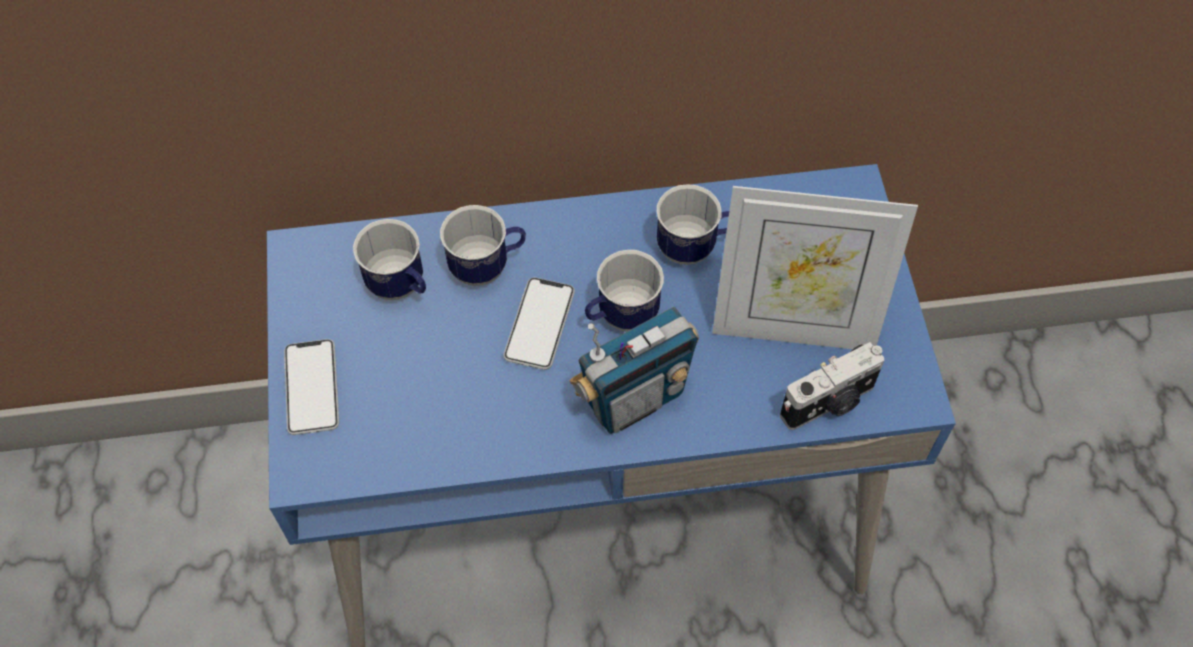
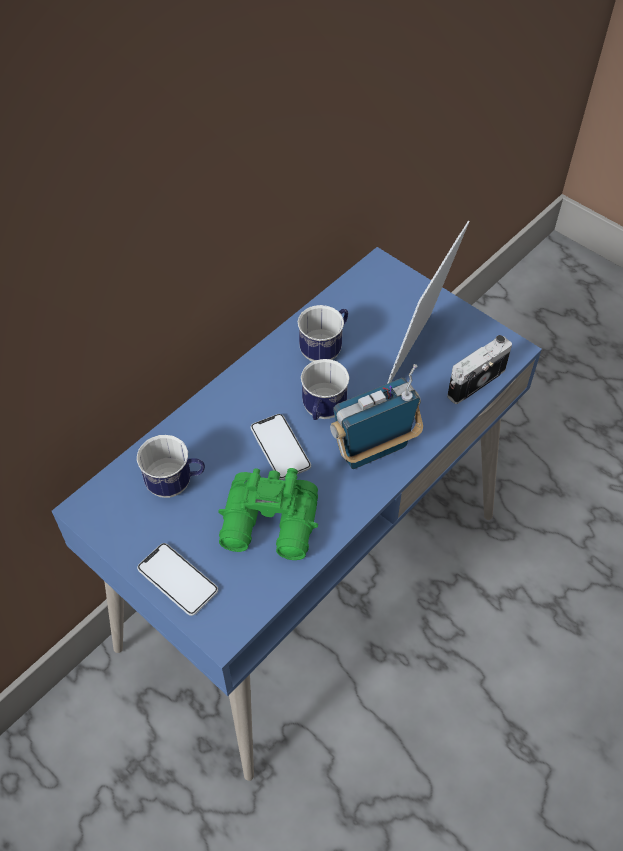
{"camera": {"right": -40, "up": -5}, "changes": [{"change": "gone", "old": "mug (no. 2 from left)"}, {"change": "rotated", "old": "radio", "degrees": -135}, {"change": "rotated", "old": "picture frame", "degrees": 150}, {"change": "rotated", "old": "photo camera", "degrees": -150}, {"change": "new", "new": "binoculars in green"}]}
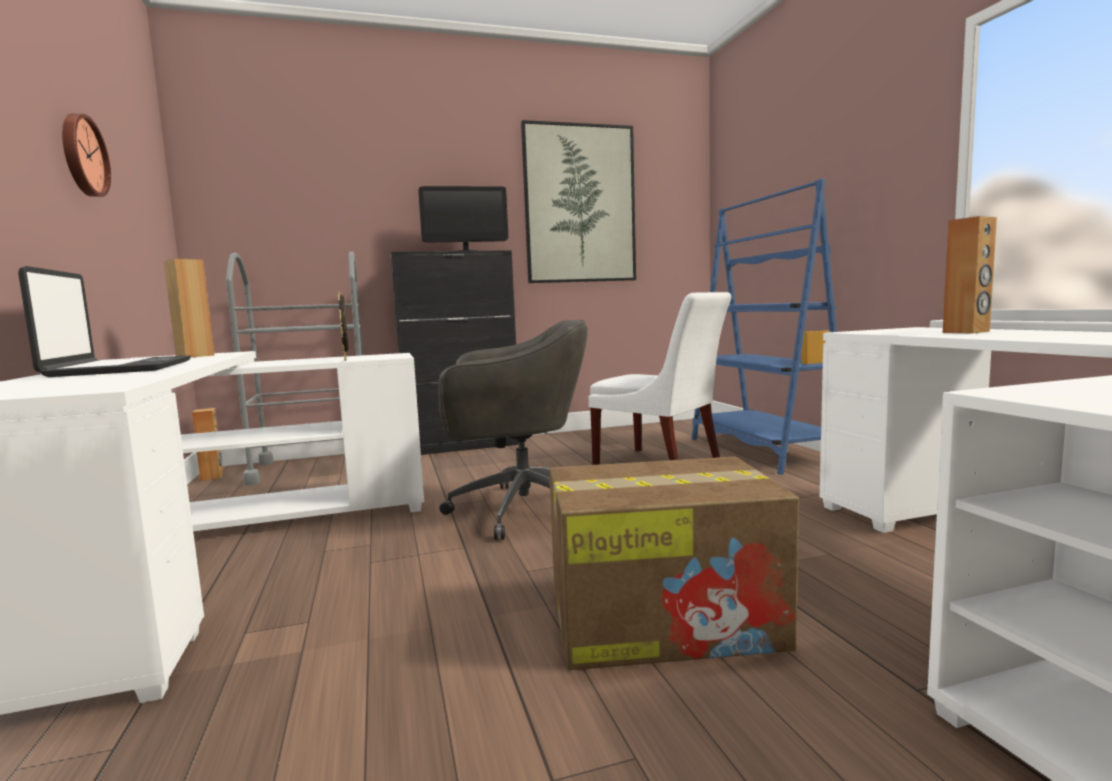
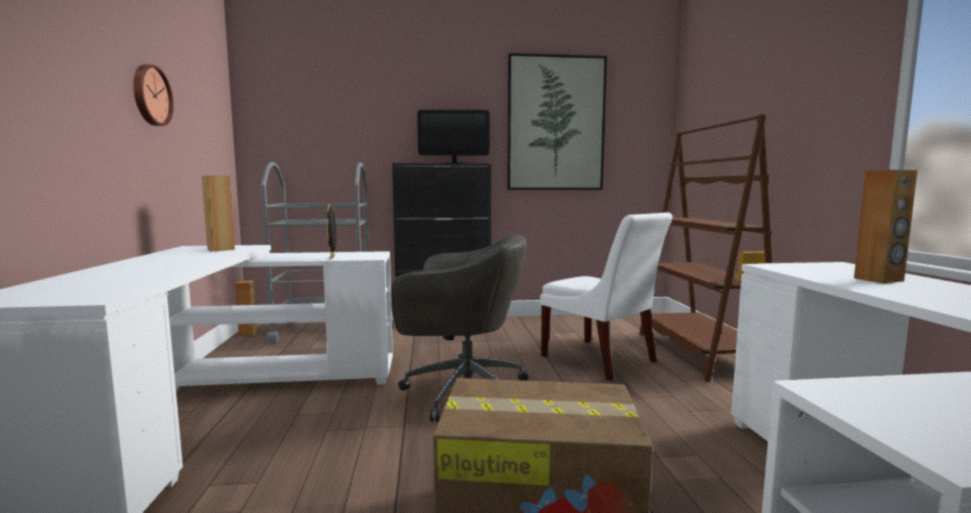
{"camera": {"right": 10, "up": 0}, "changes": [{"change": "gone", "old": "laptop"}, {"change": "repainted", "old": "bookcase in blue", "new": "bookcase in brown"}]}
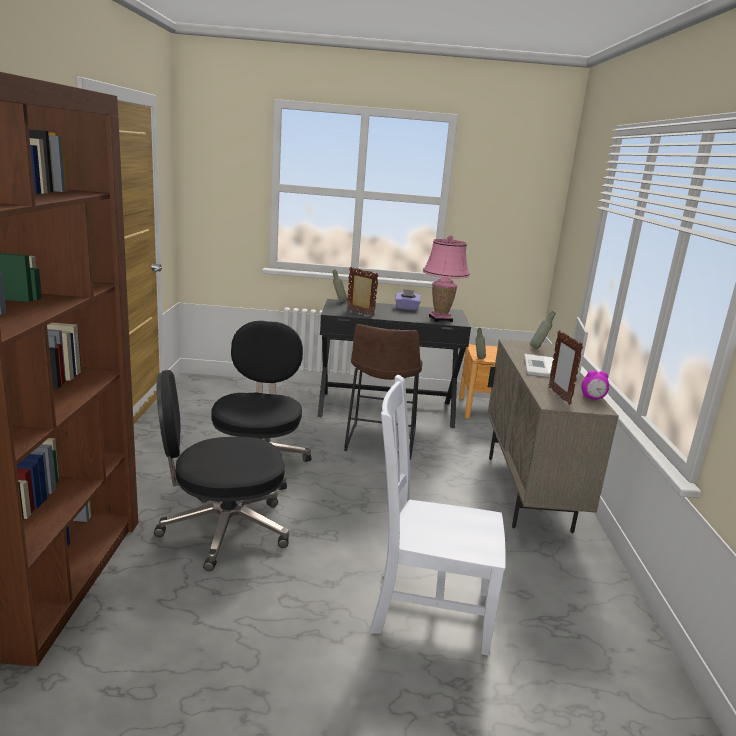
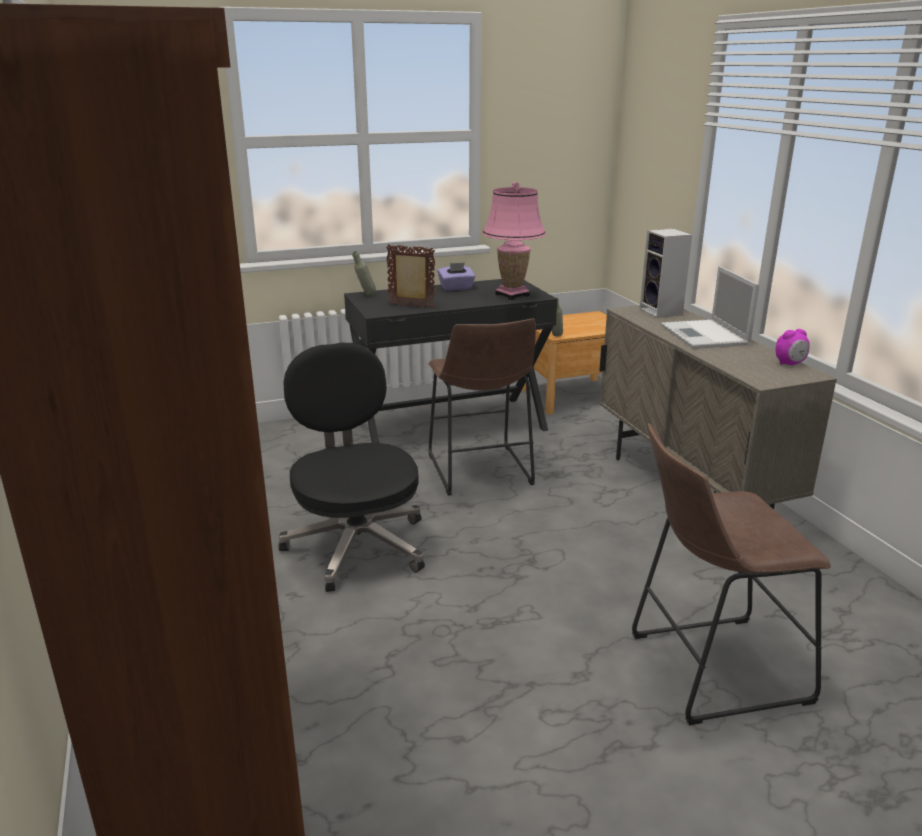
{"camera": {"right": -20, "up": 5}, "changes": [{"change": "gone", "old": "office chair in black (no. 1 from left)"}, {"change": "swapped", "old": "chair in white", "new": "stool in brown (no. 2 from left)"}, {"change": "swapped", "old": "bottle in grey (no. 3 from left)", "new": "speaker"}, {"change": "gone", "old": "picture frame (no. 2 from left)"}]}
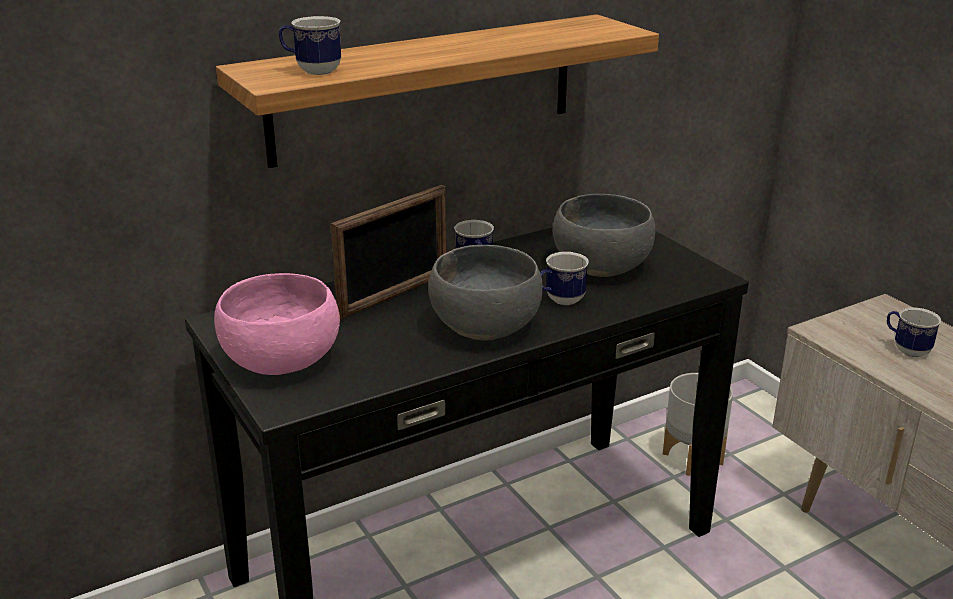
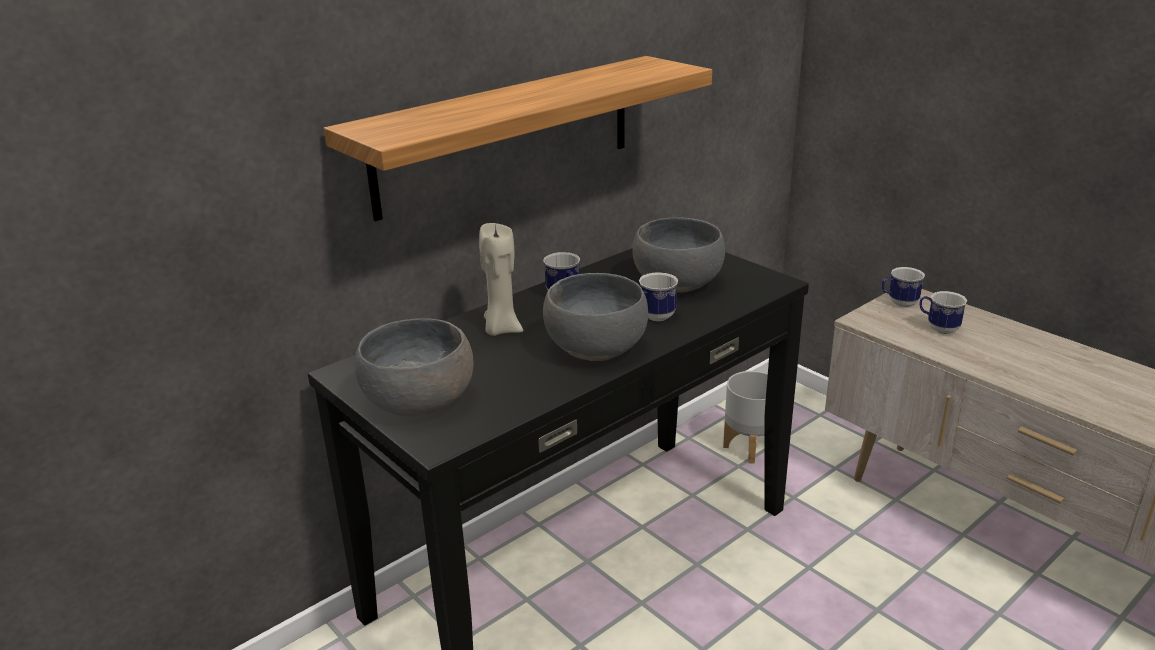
{"camera": {"right": -10, "up": 0}, "changes": [{"change": "repainted", "old": "bowl in pink", "new": "bowl in grey (no. 1 from left)"}, {"change": "shifted", "old": "mug (no. 1 from left in the first image)", "new": "mug (no. 3 from left)"}, {"change": "swapped", "old": "picture frame", "new": "candle in beige"}]}
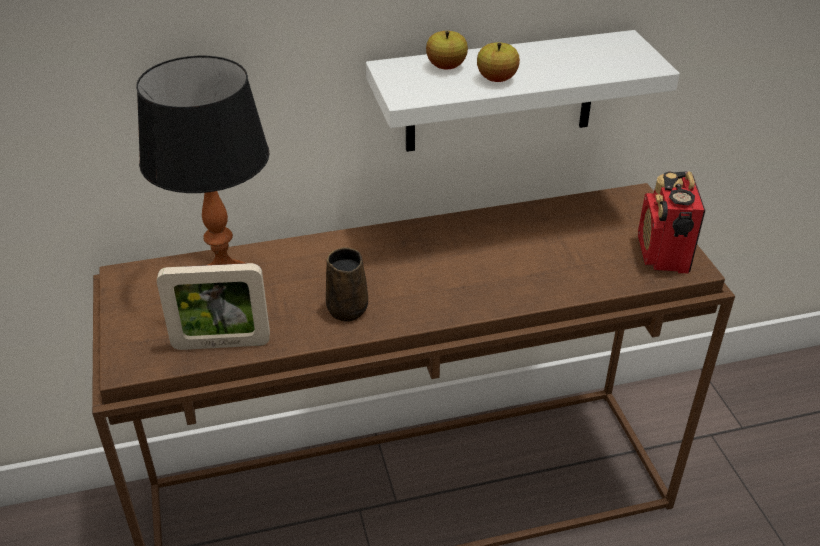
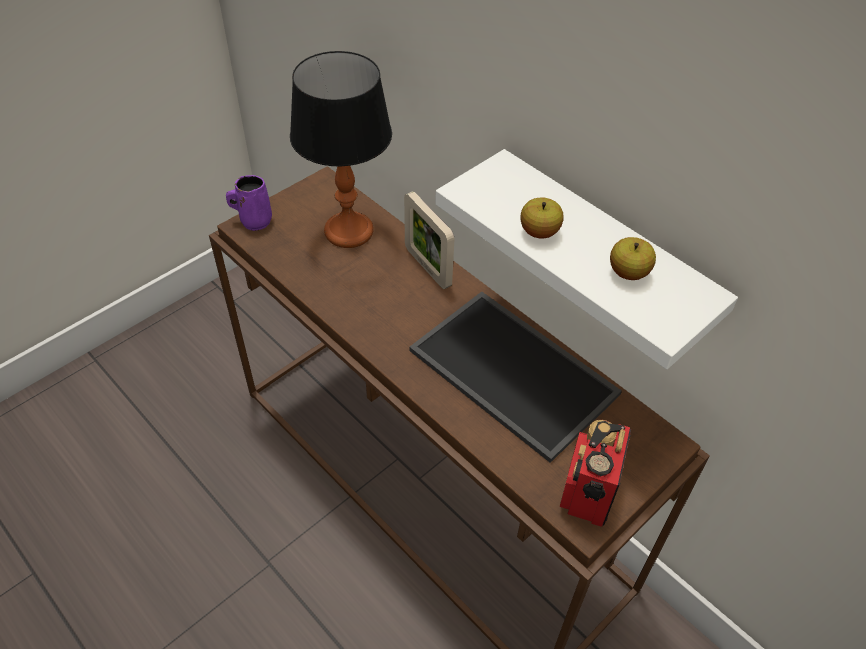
{"camera": {"right": 60, "up": 10}, "changes": [{"change": "shifted", "old": "picture frame"}, {"change": "gone", "old": "mug in brown"}, {"change": "shifted", "old": "apple (no. 1 from left in the first image)", "new": "apple (no. 2 from left)"}, {"change": "rotated", "old": "radio", "degrees": -45}, {"change": "new", "new": "mug in purple"}, {"change": "new", "new": "tray"}]}
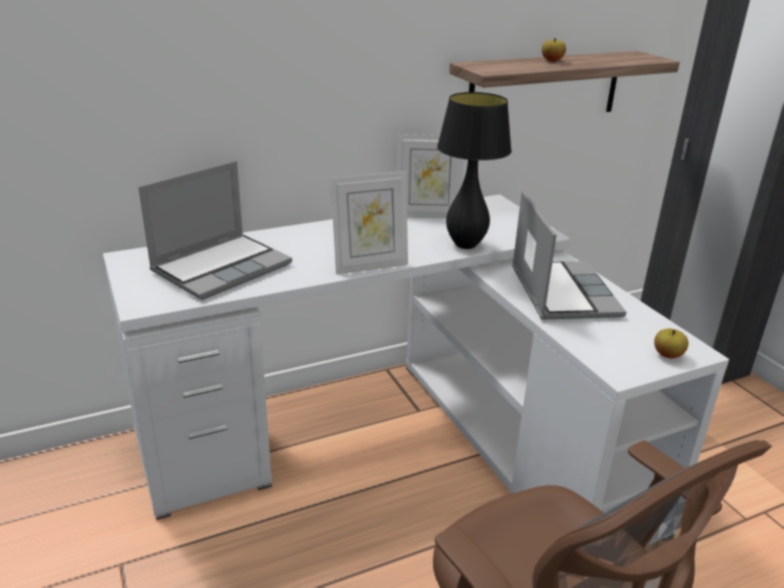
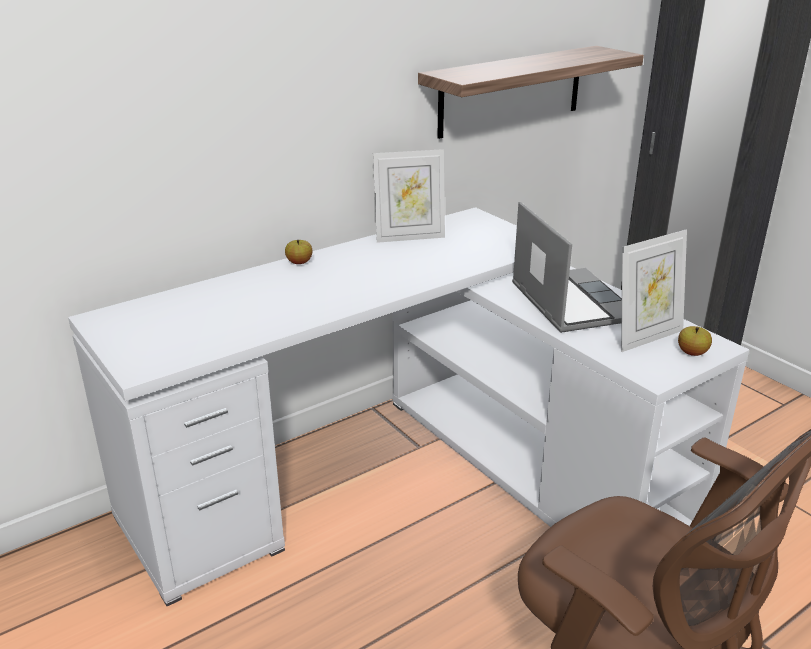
{"camera": {"right": -10, "up": 0}, "changes": [{"change": "gone", "old": "laptop (no. 1 from left)"}, {"change": "shifted", "old": "picture frame (no. 1 from left in the first image)", "new": "picture frame (no. 2 from left)"}, {"change": "gone", "old": "table lamp in black"}, {"change": "shifted", "old": "apple (no. 1 from left)"}]}
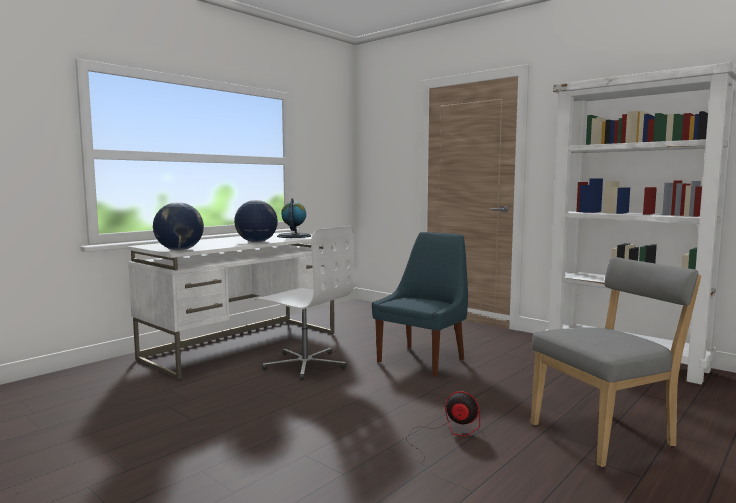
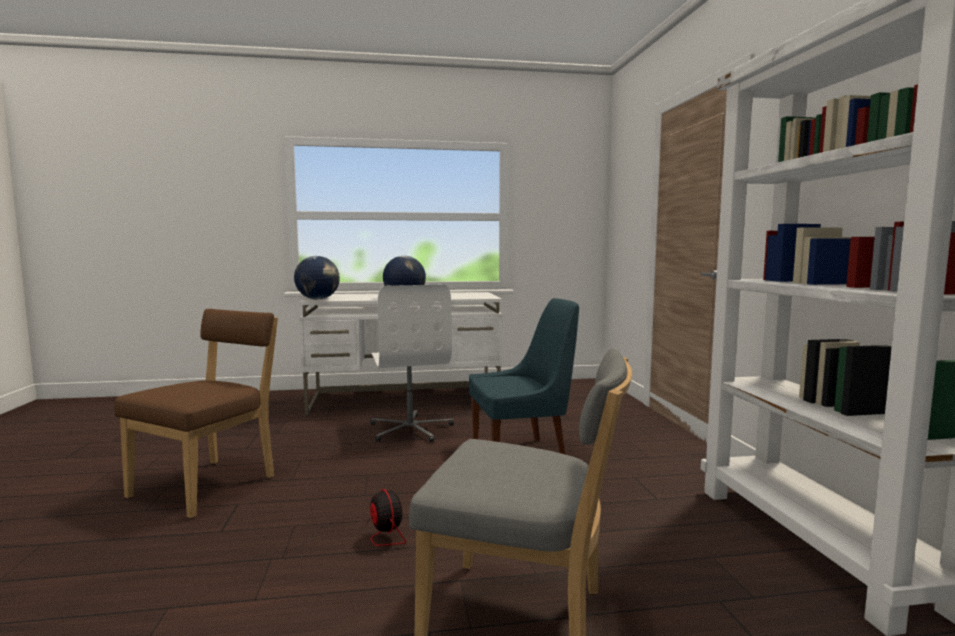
{"camera": {"right": 40, "up": 0}, "changes": [{"change": "gone", "old": "globe (no. 3 from left)"}, {"change": "new", "new": "chair in brown"}]}
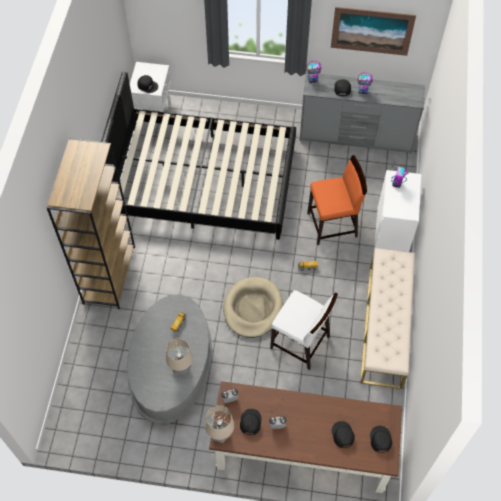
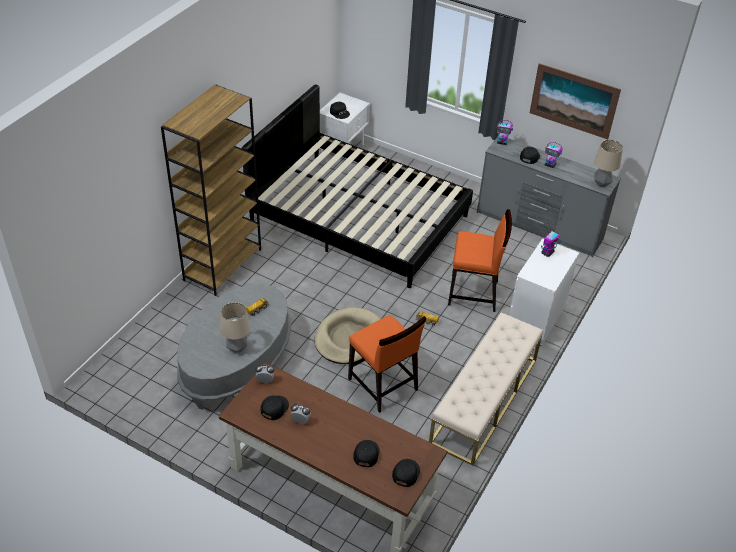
{"camera": {"right": 20, "up": -15}, "changes": [{"change": "shifted", "old": "table lamp (no. 2 from left)"}, {"change": "repainted", "old": "chair in white", "new": "chair in orange (no. 1 from left)"}]}
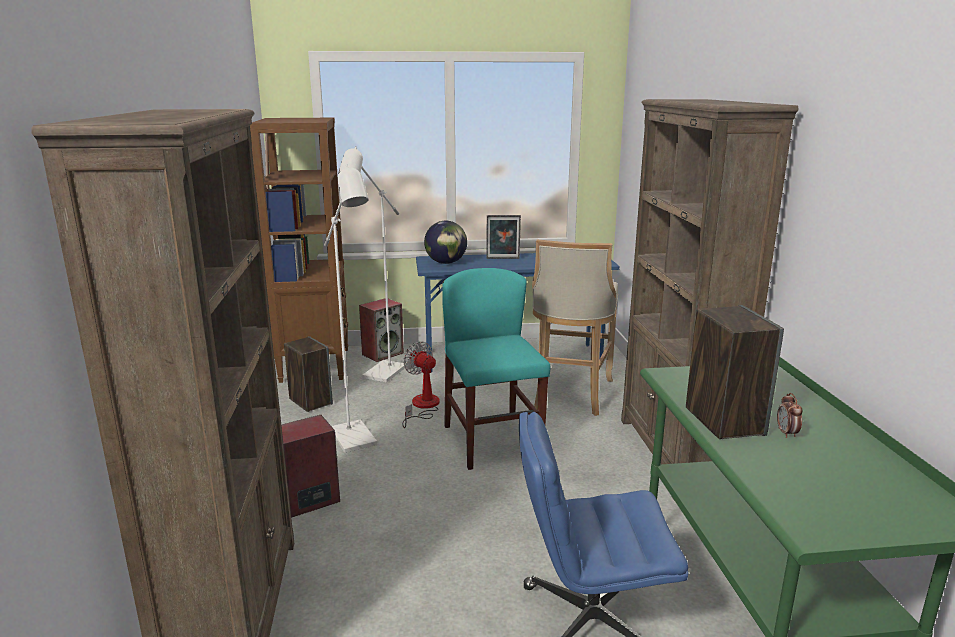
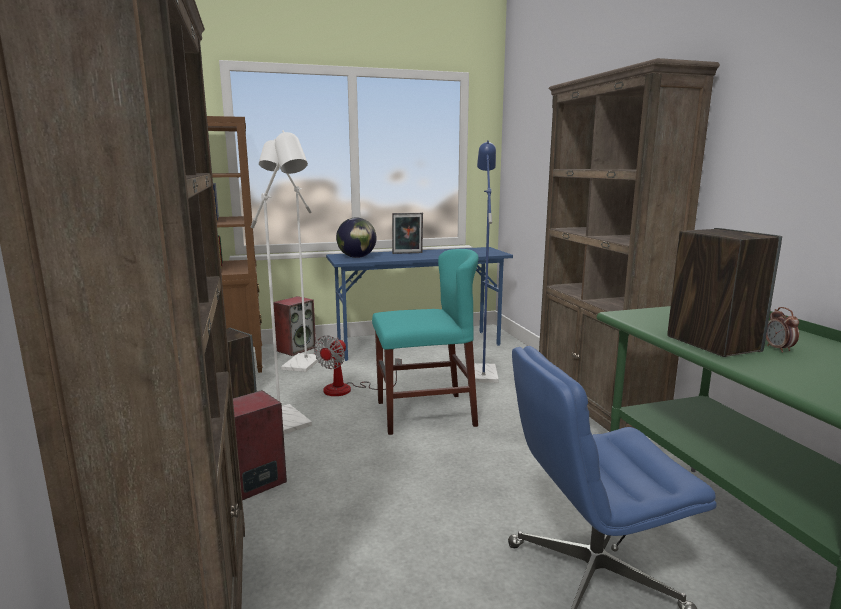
{"camera": {"right": -10, "up": -5}, "changes": [{"change": "rotated", "old": "fan", "degrees": -105}, {"change": "rotated", "old": "chair in turquoise", "degrees": 105}, {"change": "swapped", "old": "stool in beige", "new": "floor lamp in blue"}]}
